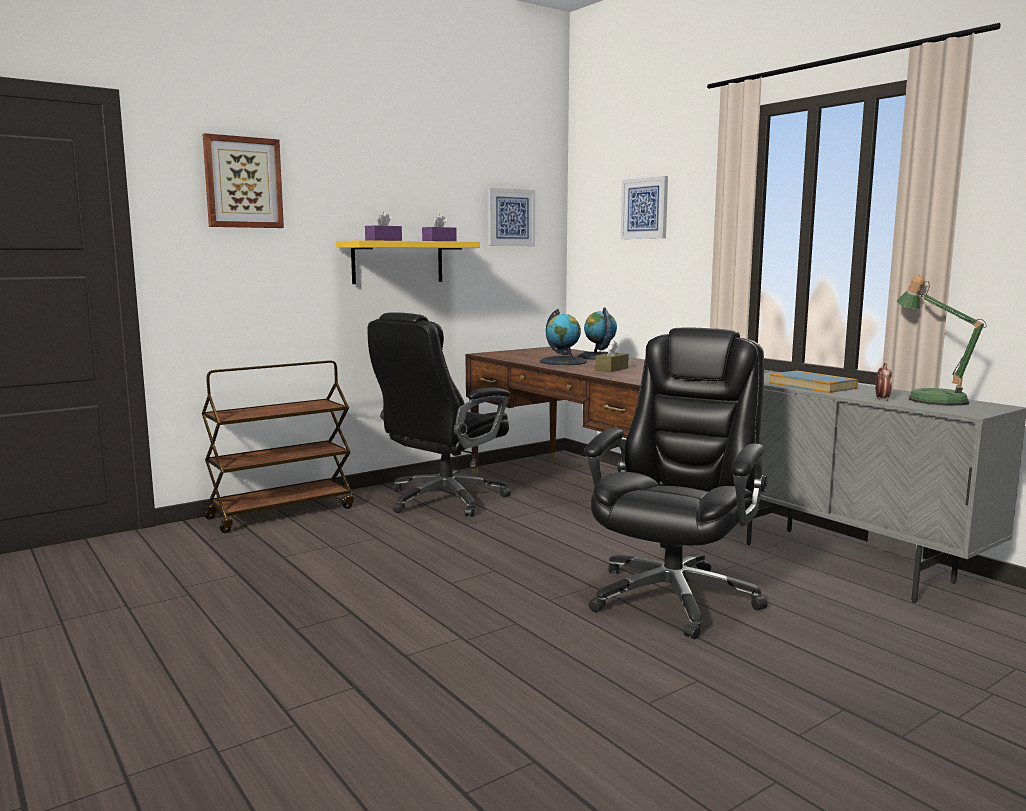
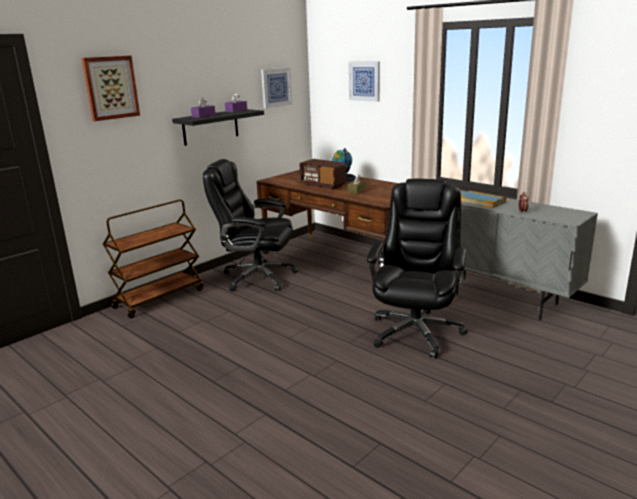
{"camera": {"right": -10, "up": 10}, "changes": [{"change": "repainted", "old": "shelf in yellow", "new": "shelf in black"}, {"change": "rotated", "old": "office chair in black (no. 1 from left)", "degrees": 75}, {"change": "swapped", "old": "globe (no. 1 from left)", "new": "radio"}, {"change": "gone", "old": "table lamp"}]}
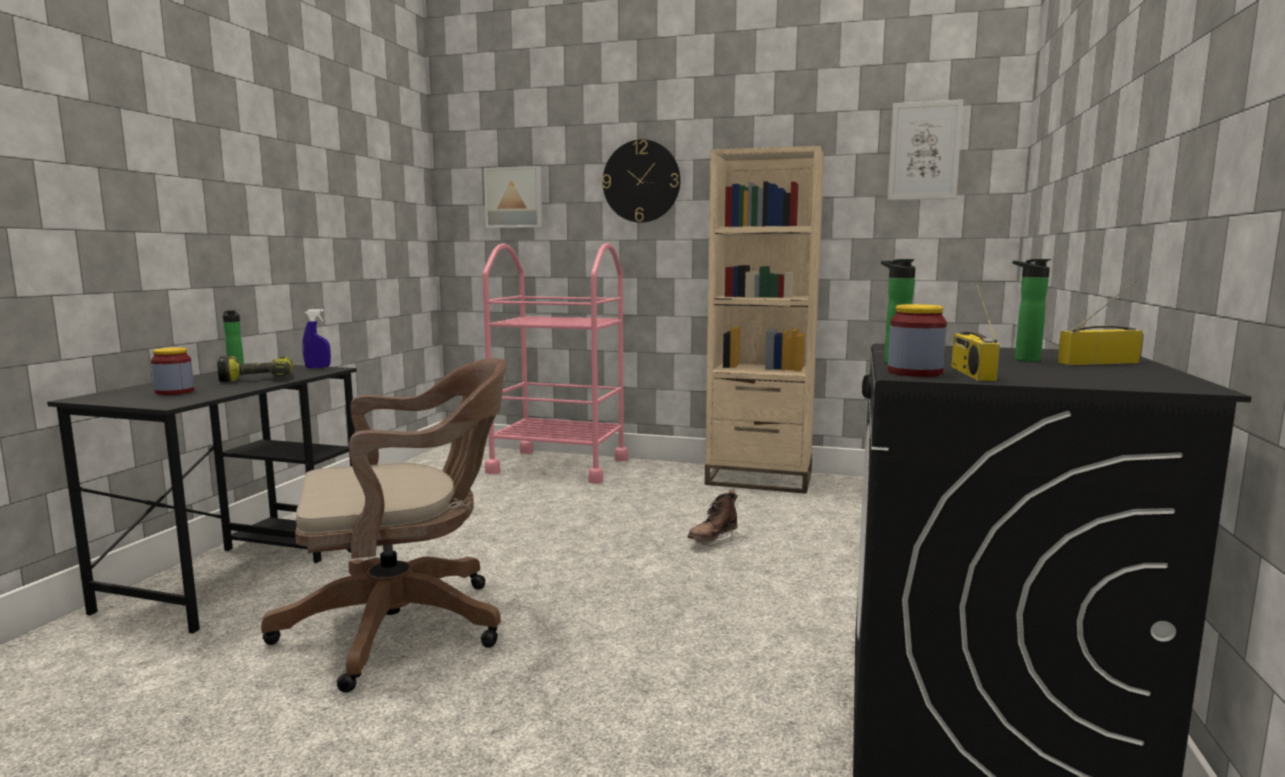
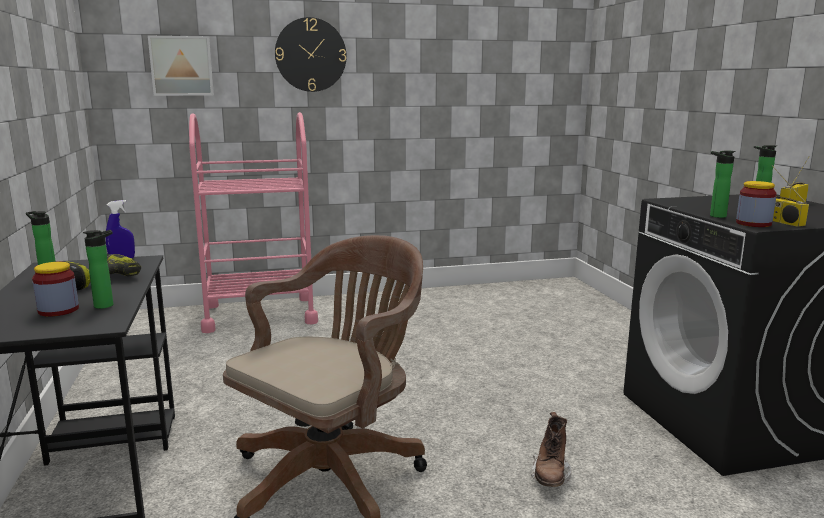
{"camera": {"right": -30, "up": 5}, "changes": [{"change": "shifted", "old": "boot in brown"}, {"change": "gone", "old": "bookcase in beige"}, {"change": "gone", "old": "picture (no. 2 from left)"}, {"change": "new", "new": "bottle (no. 2 from left)"}]}
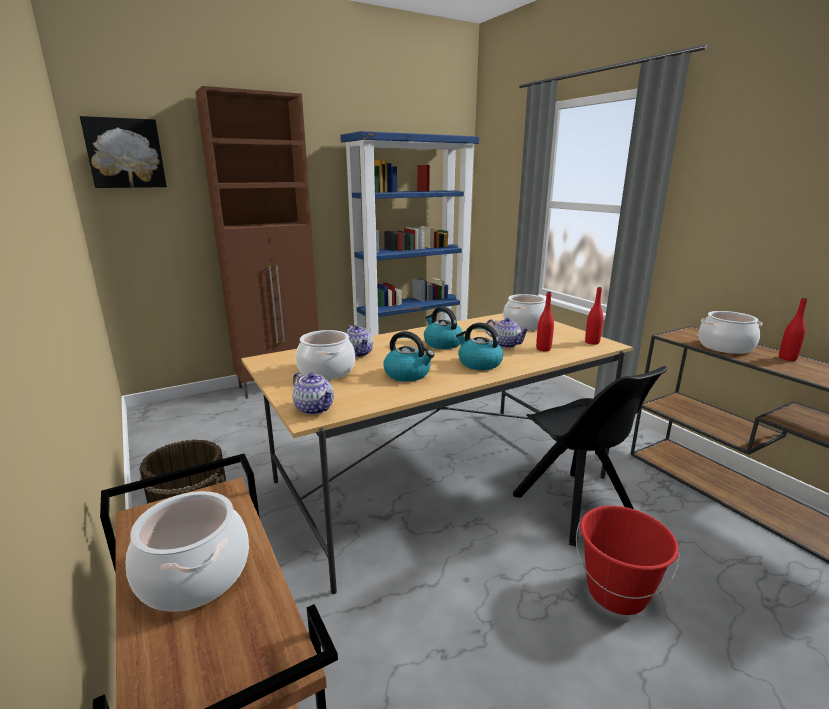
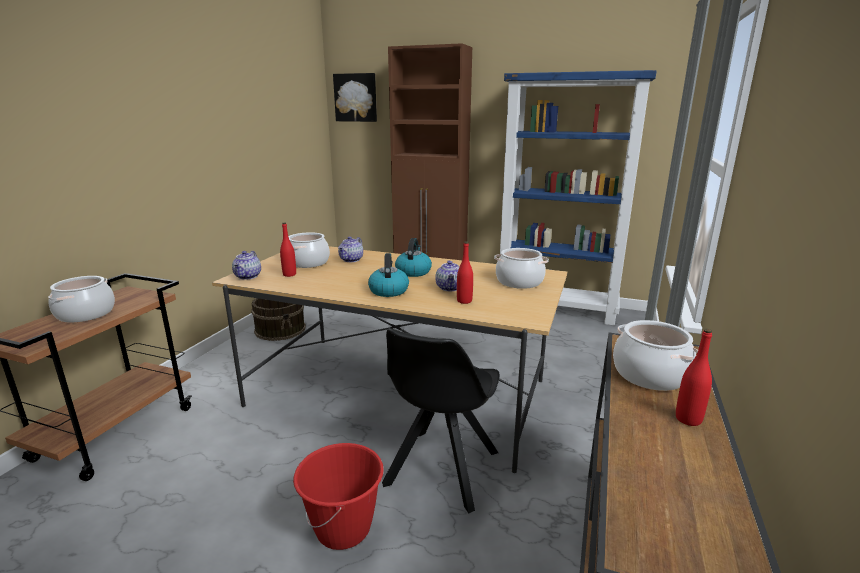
{"camera": {"right": 50, "up": 0}, "changes": [{"change": "gone", "old": "kettle (no. 1 from left)"}, {"change": "shifted", "old": "bottle in red (no. 2 from left in the first image)", "new": "bottle in red (no. 1 from left)"}]}
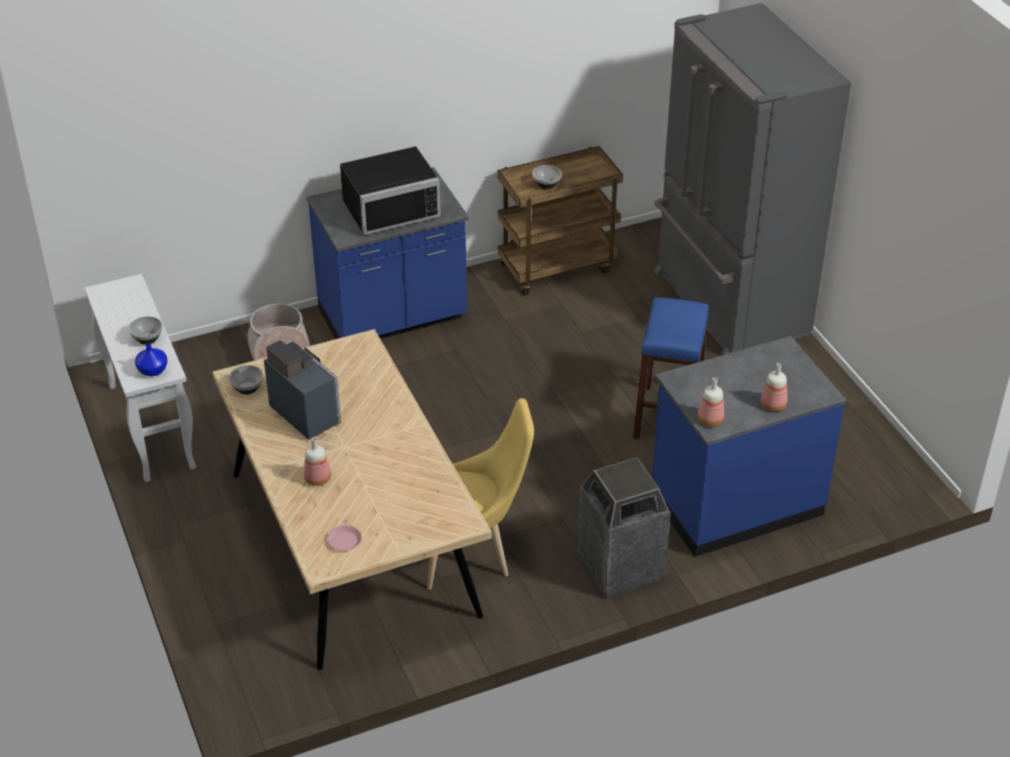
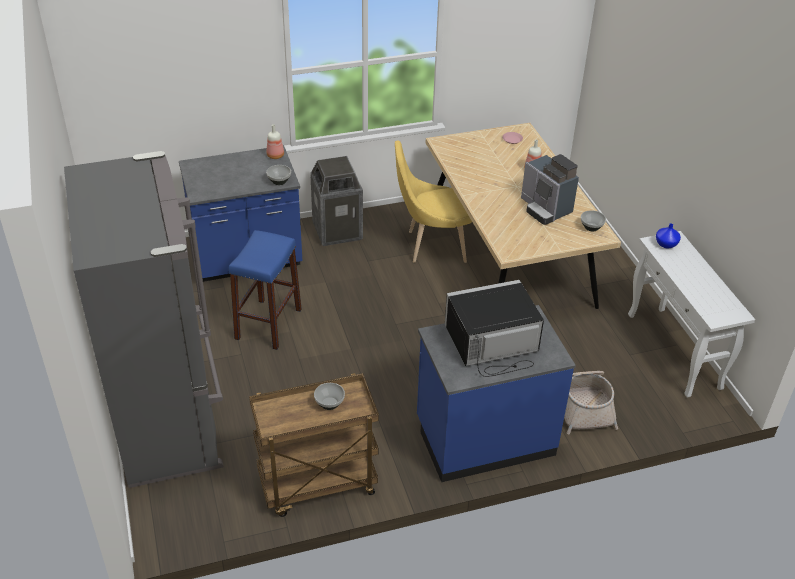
{"camera": {"right": -175, "up": 0}, "changes": [{"change": "shifted", "old": "bowl (no. 1 from left)"}, {"change": "gone", "old": "bottle (no. 3 from left)"}]}
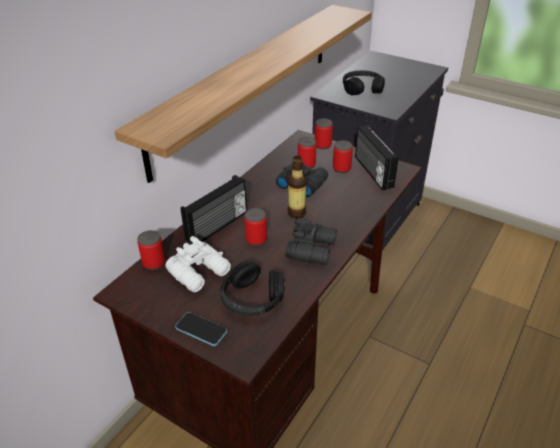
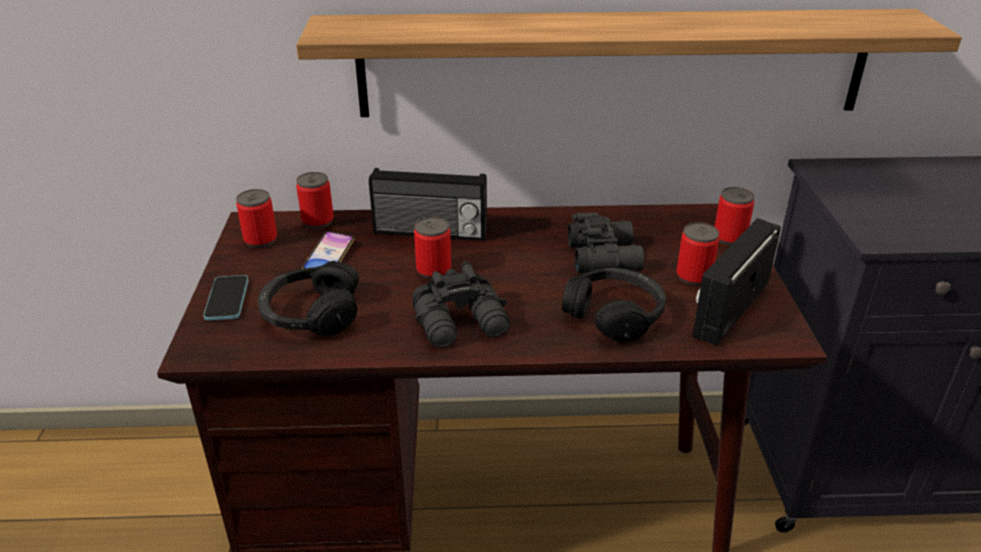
{"camera": {"right": 55, "up": -5}, "changes": [{"change": "swapped", "old": "binoculars in white", "new": "phone (no. 2 from left)"}, {"change": "gone", "old": "bottle"}, {"change": "shifted", "old": "can (no. 3 from left in the first image)", "new": "can (no. 1 from left)"}, {"change": "shifted", "old": "headphones in black (no. 2 from left)"}]}
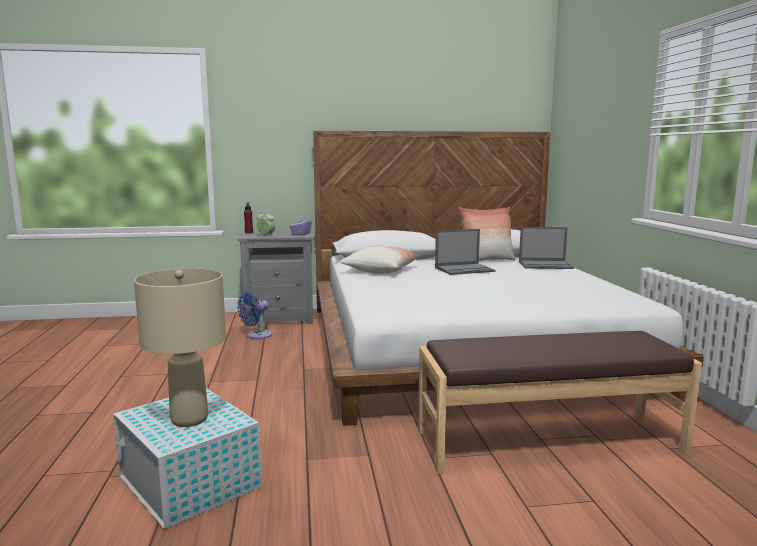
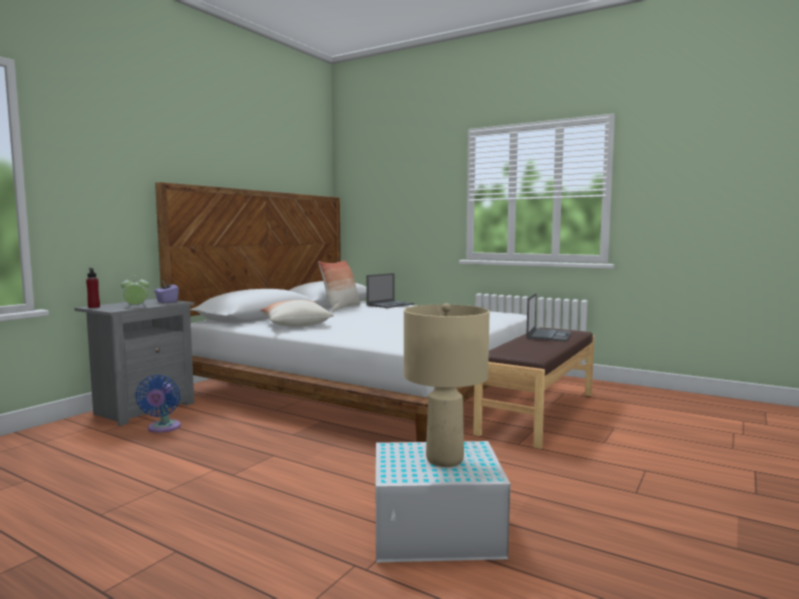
{"camera": {"right": -50, "up": -5}, "changes": [{"change": "shifted", "old": "laptop (no. 1 from left in the first image)", "new": "laptop (no. 2 from left)"}]}
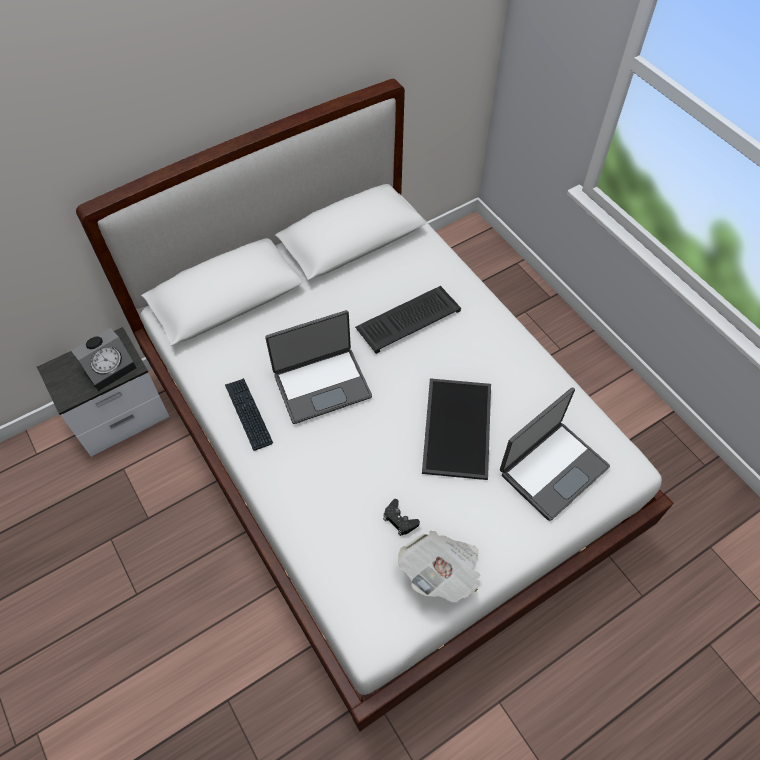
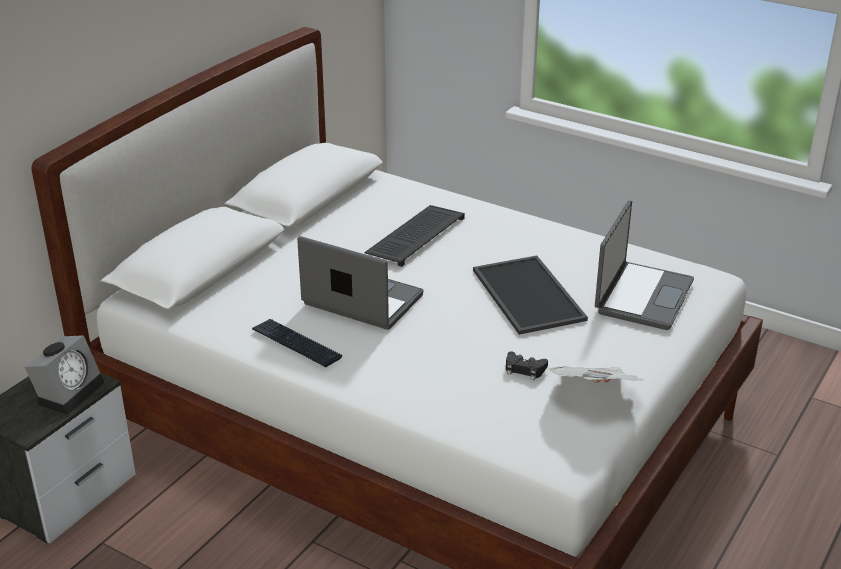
{"camera": {"right": -25, "up": -25}, "changes": [{"change": "rotated", "old": "laptop (no. 1 from left)", "degrees": -105}]}
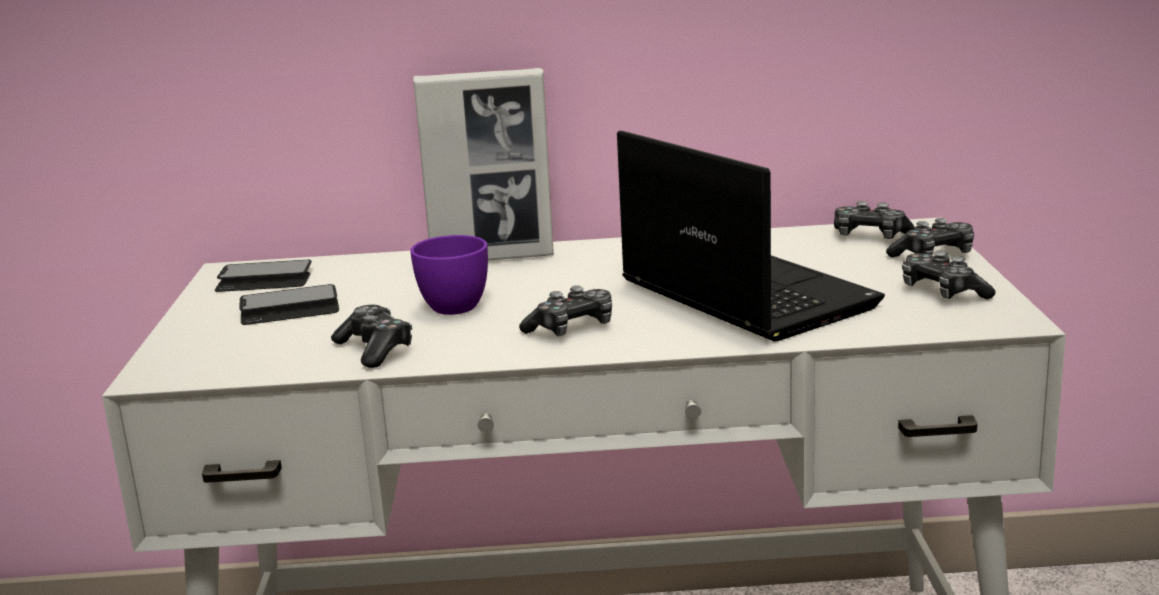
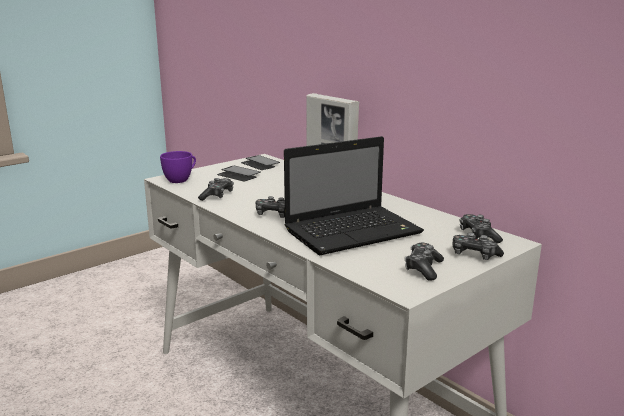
{"camera": {"right": 50, "up": 0}, "changes": [{"change": "shifted", "old": "cup in purple"}, {"change": "rotated", "old": "laptop", "degrees": 45}]}
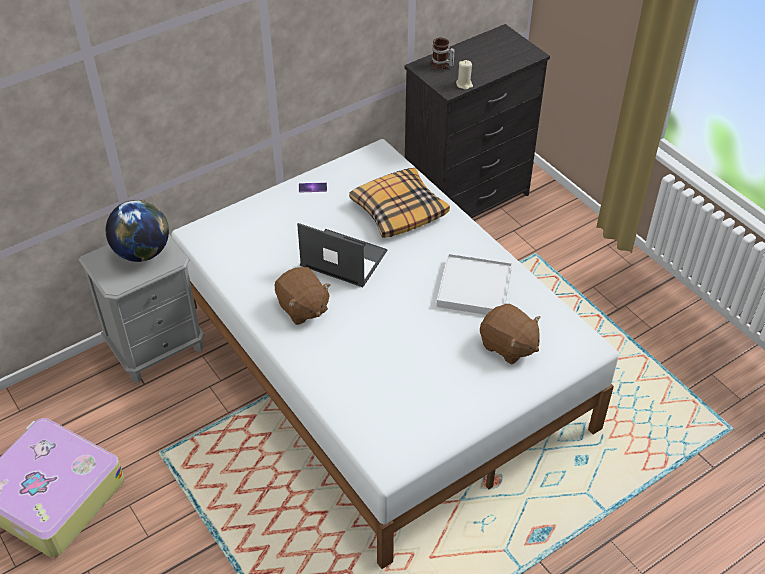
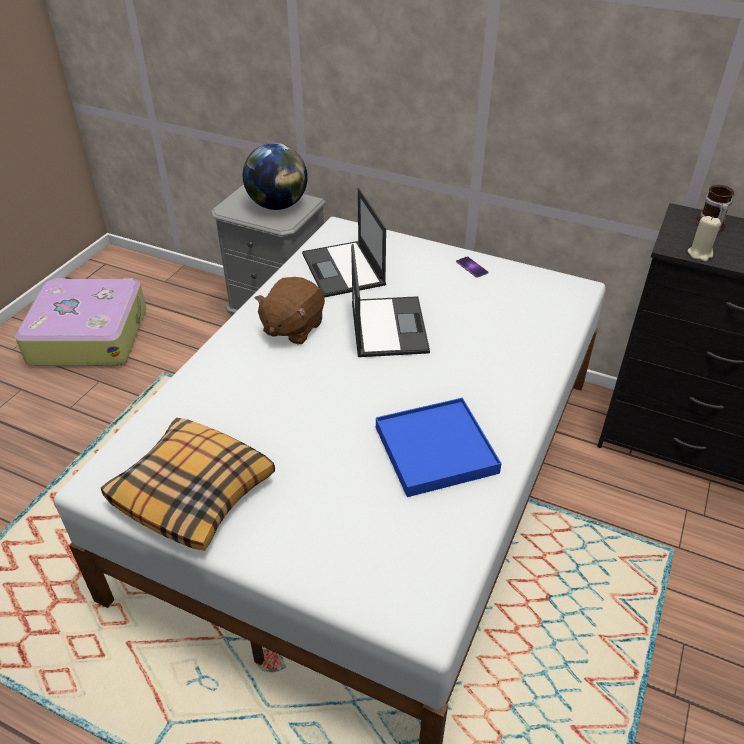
{"camera": {"right": 60, "up": -5}, "changes": [{"change": "shifted", "old": "pillow"}, {"change": "repainted", "old": "tray in white", "new": "tray in blue"}, {"change": "gone", "old": "plush toy in brown (no. 2 from left)"}, {"change": "new", "new": "laptop (no. 1 from left)"}]}
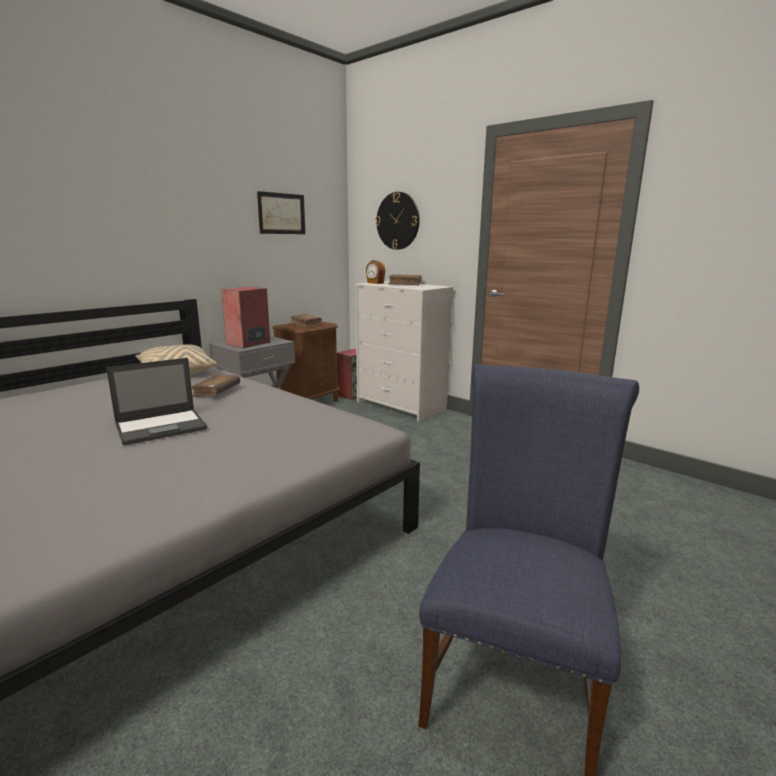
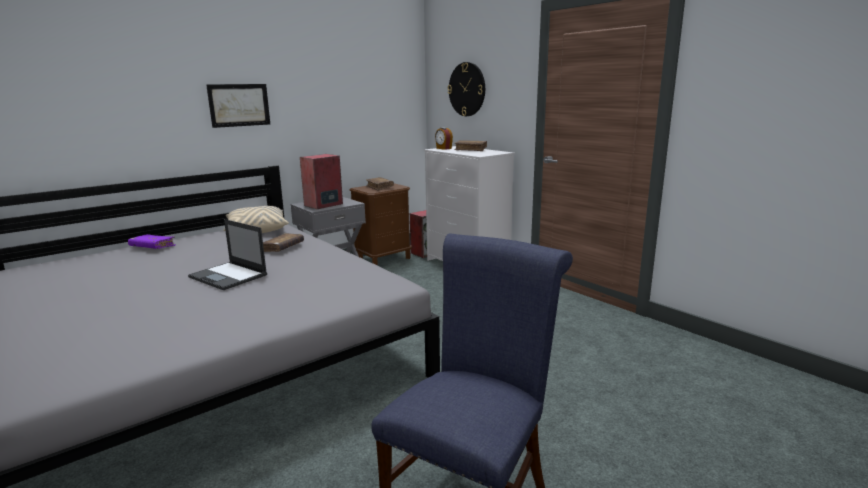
{"camera": {"right": 10, "up": 0}, "changes": [{"change": "rotated", "old": "laptop", "degrees": 60}, {"change": "shifted", "old": "picture"}, {"change": "new", "new": "book in purple"}]}
